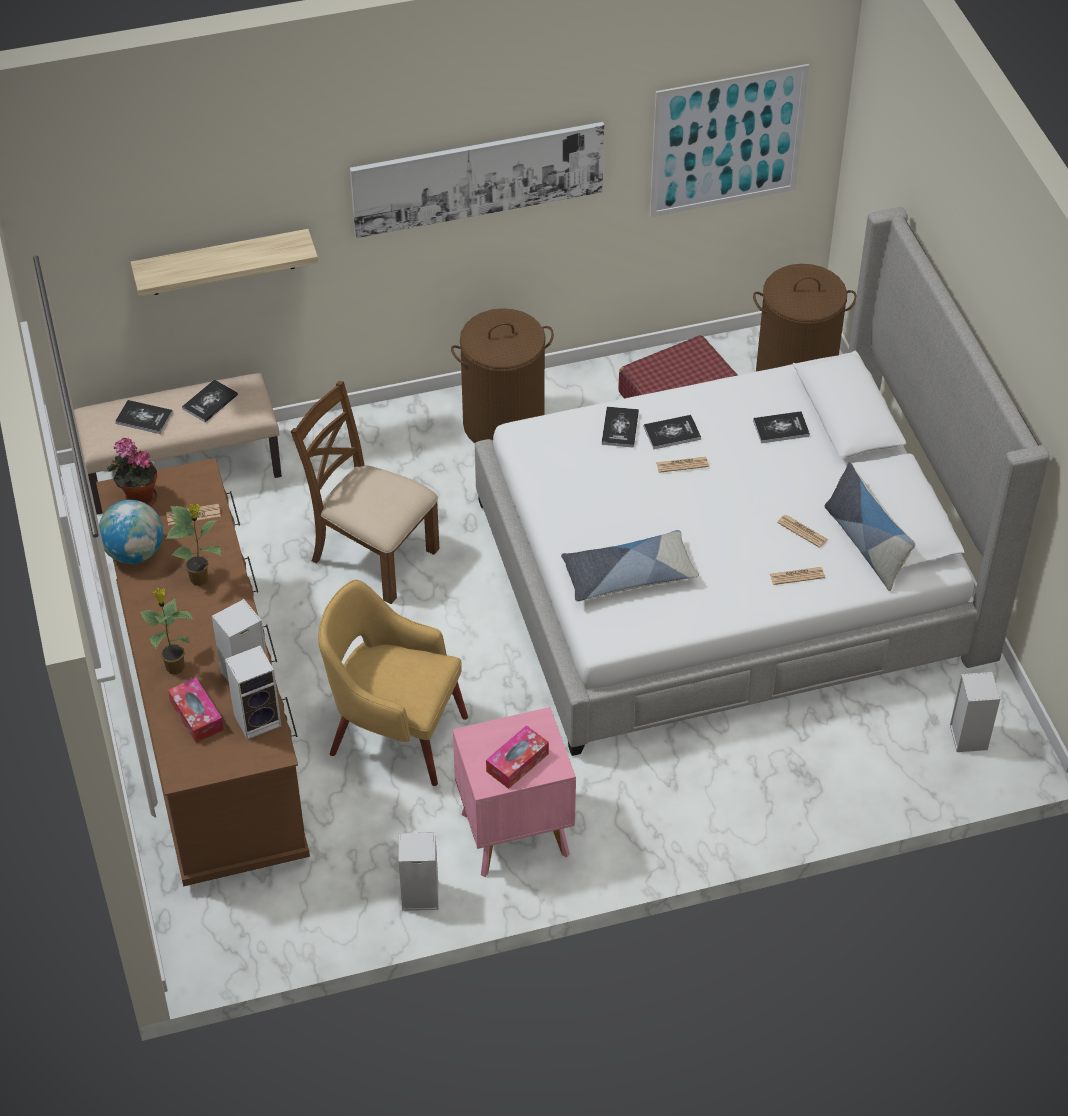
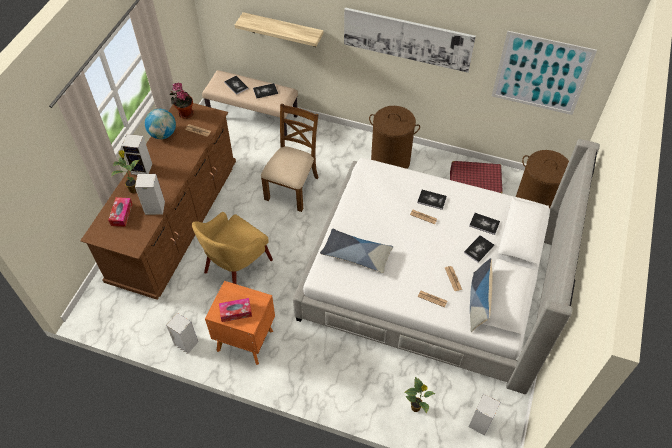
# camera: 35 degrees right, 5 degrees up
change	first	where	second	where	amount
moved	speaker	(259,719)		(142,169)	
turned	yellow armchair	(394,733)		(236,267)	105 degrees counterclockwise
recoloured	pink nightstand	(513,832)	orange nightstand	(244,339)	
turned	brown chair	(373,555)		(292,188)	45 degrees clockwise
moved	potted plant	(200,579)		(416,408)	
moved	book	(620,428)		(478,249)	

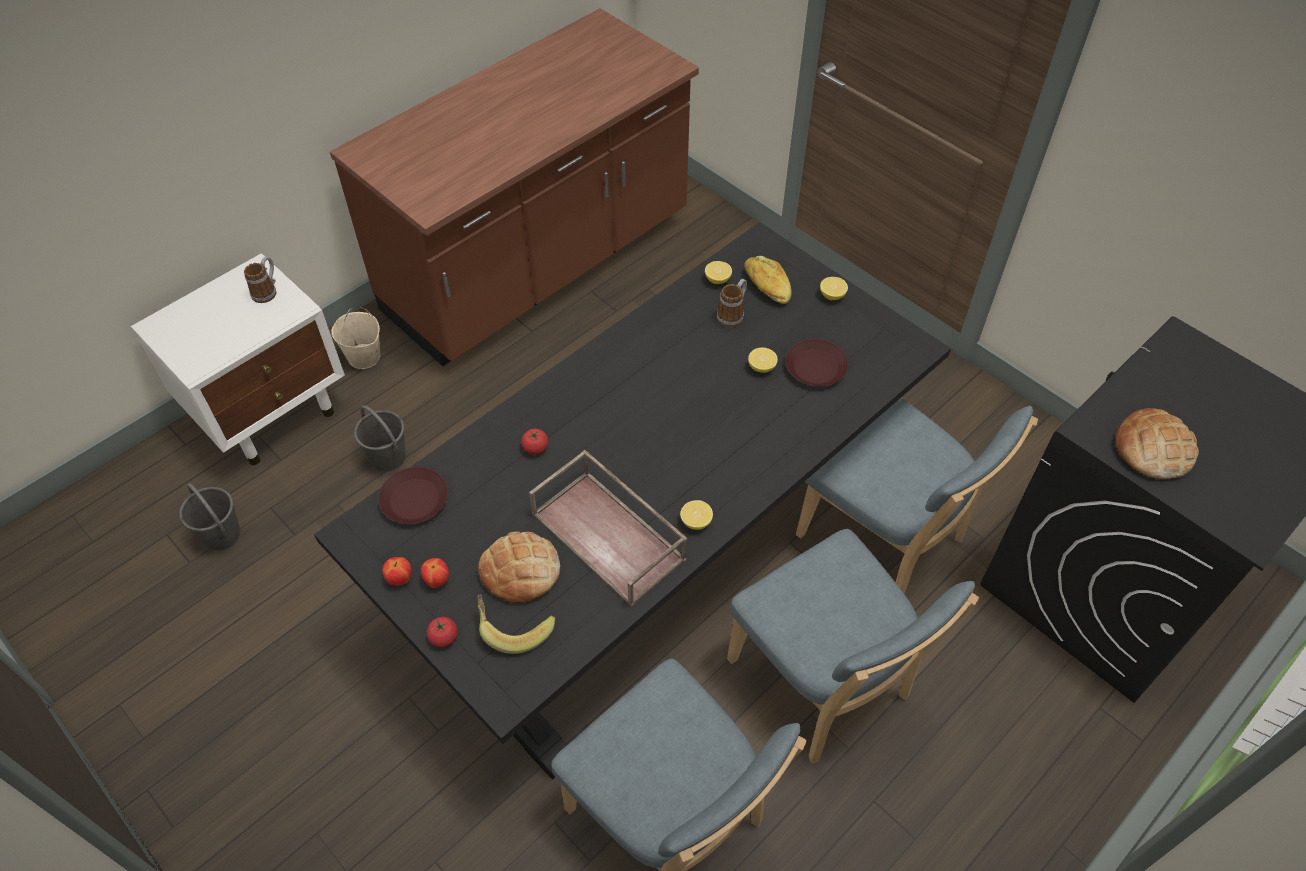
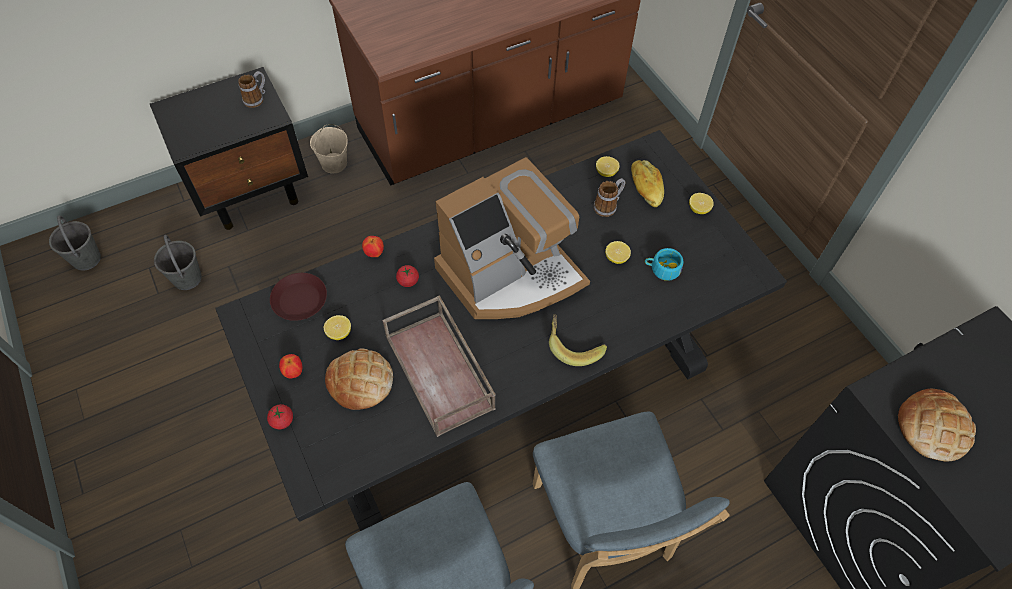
# camera: 15 degrees right, 5 degrees up
change	first	where	second	where	amount
moved	grey bucket	(388,457)		(86,258)	
recoloured	white nightstand	(272,412)	black nightstand	(253,191)	
moved	lemon	(696,522)		(339,333)	
moved	apple	(400,579)		(374,253)	
added			coffee machine	(510,275)	
moved	banana	(514,627)		(573,346)	
replaced	brown plate	(815,367)	turquoise cup	(661,269)	
removed	blue chair	(886,542)			

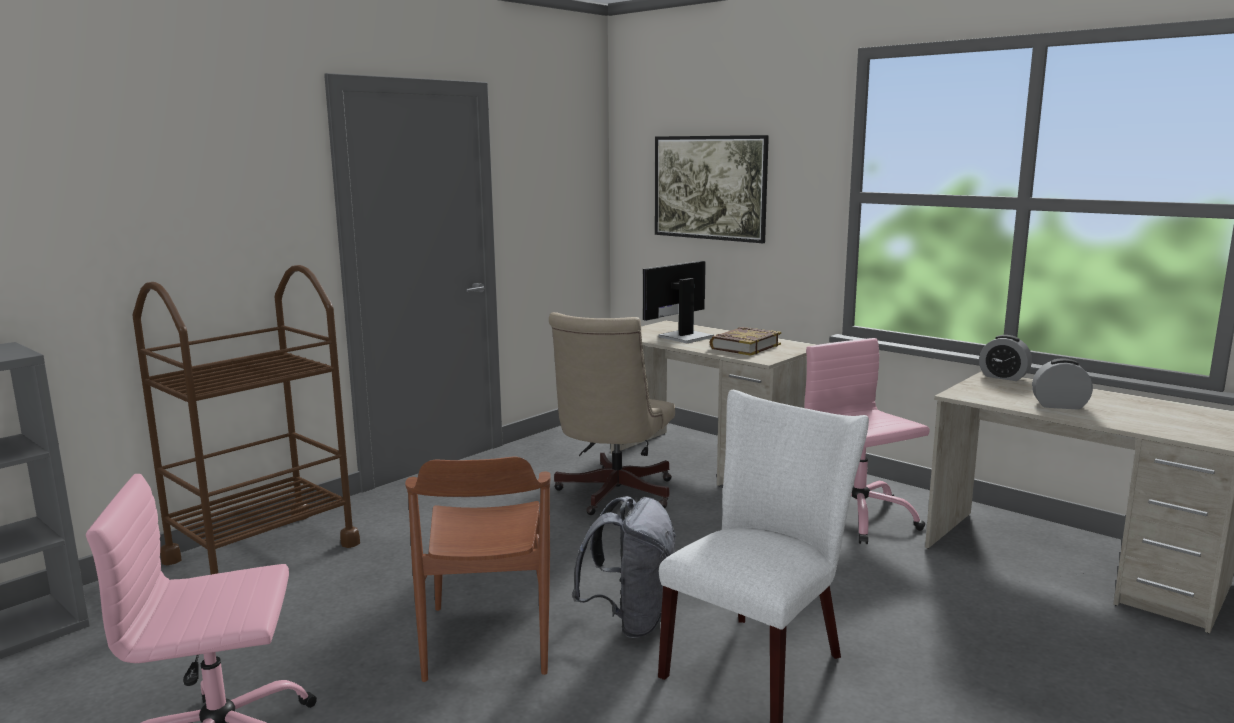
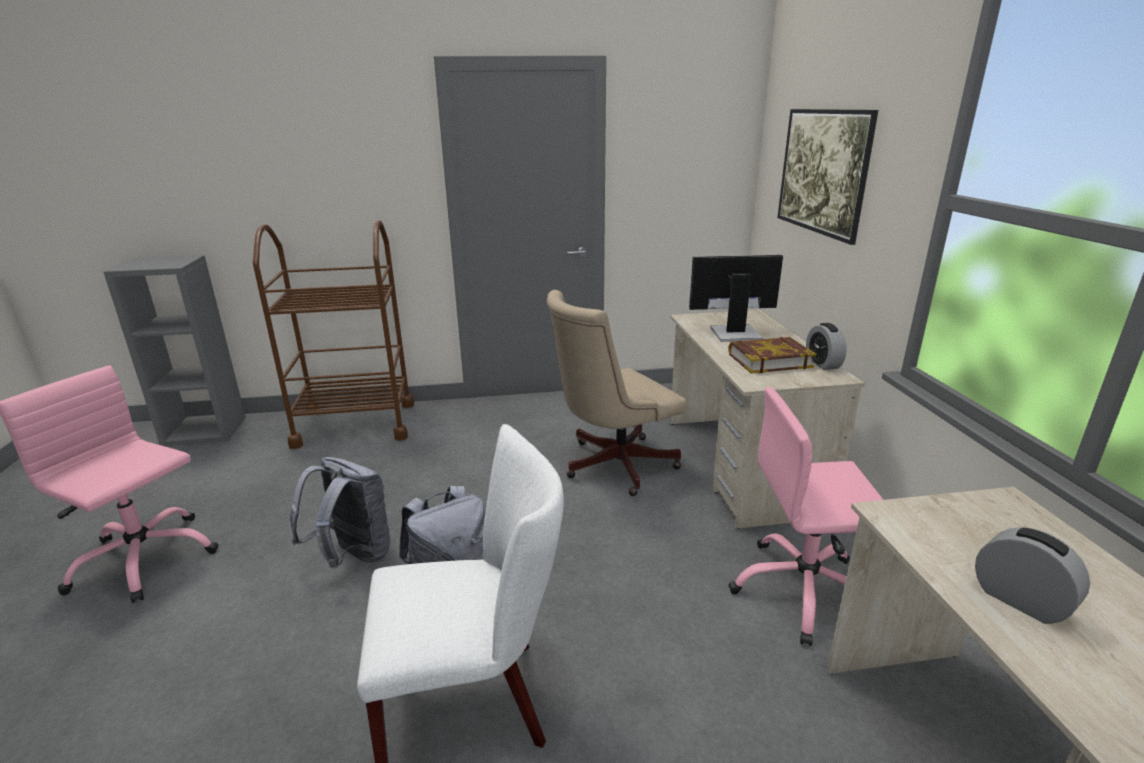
# camera: 40 degrees right, 10 degrees up
change	first	where	second	where	amount
replaced	brown chair	(488,639)	grey backpack	(353,556)	
turned	pink office chair	(857,517)		(803,590)	105 degrees counterclockwise
moved	alarm clock	(1003,377)		(822,364)	

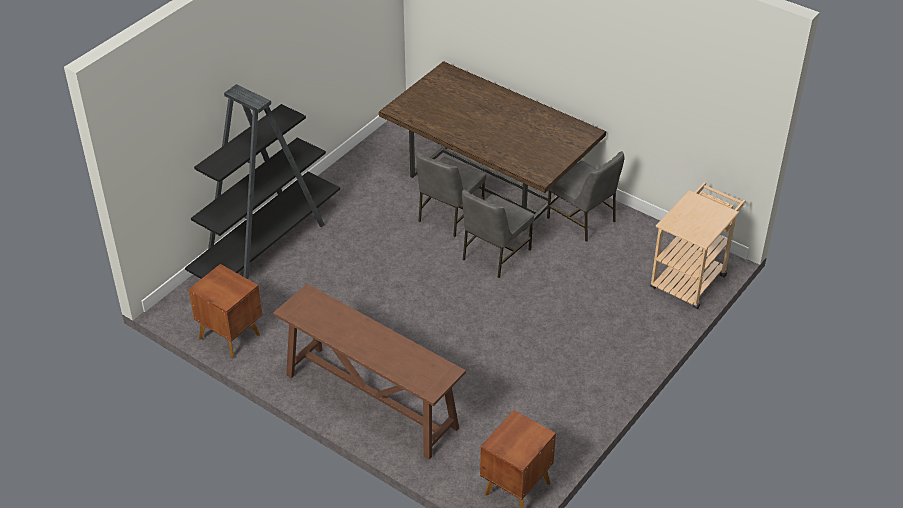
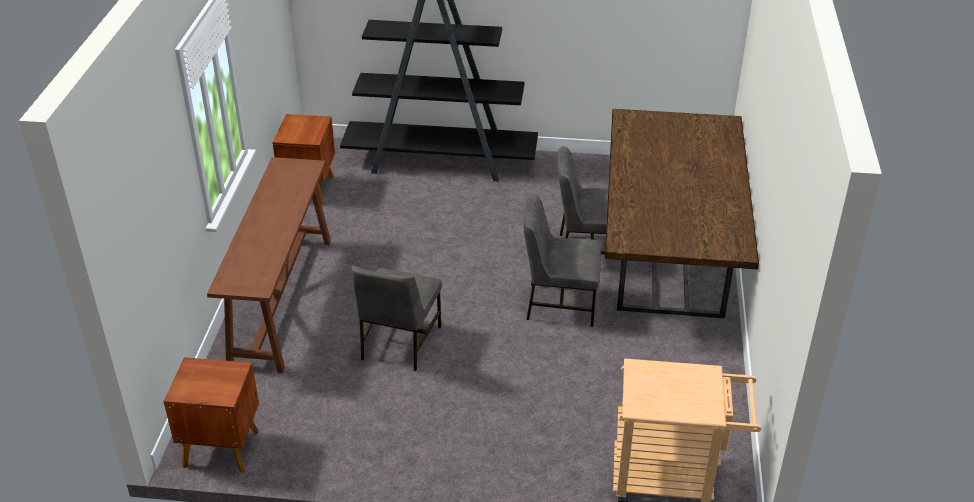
# camera: 60 degrees right, 5 degrees down
change	first	where	second	where	amount
moved	grey chair	(582,219)		(399,343)	

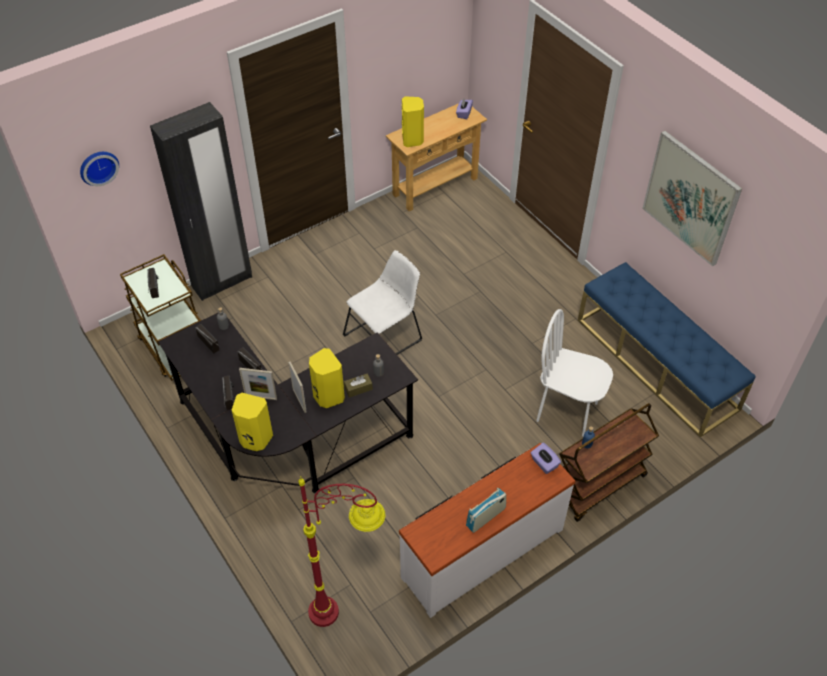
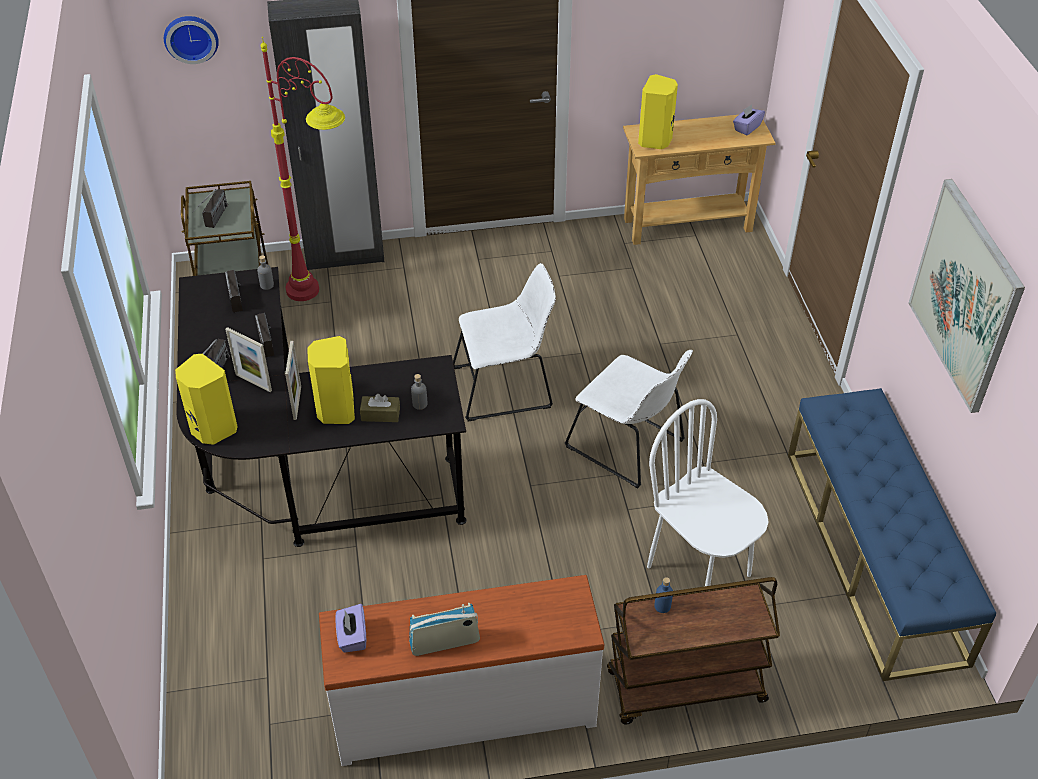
# camera: 25 degrees right, 5 degrees down
change	first	where	second	where	amount
moved	red floor lamp	(349,613)		(326,299)	
moved	purple tissue box	(544,463)		(352,637)	
added			white chair	(628,446)	

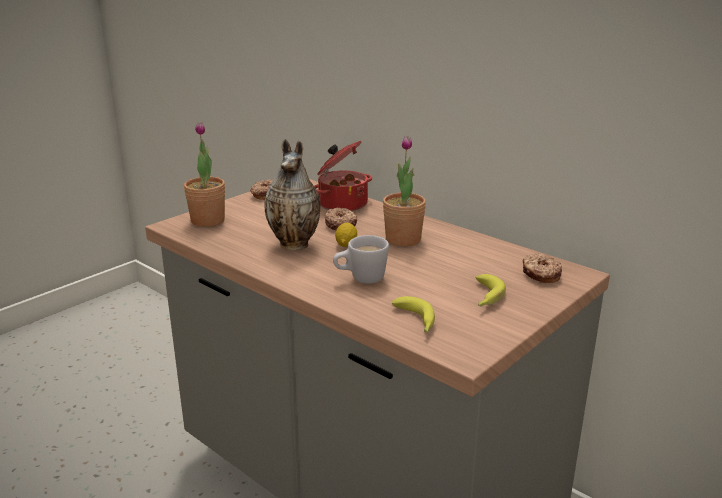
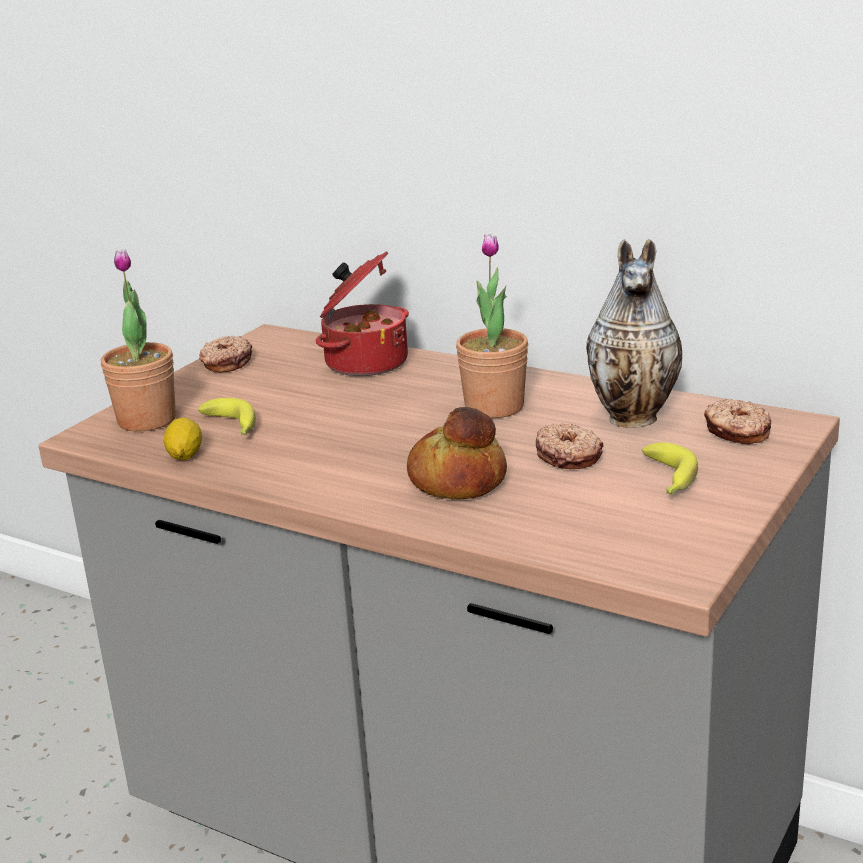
# camera: 10 degrees left, 0 degrees up
change	first	where	second	where	amount
moved	lemon	(346,244)		(185,455)	
moved	banana	(416,321)		(232,427)	
replaced	white mug	(360,279)	bread	(456,480)	
moved	donut	(341,224)		(569,456)	
moved	vase	(296,244)		(635,417)	

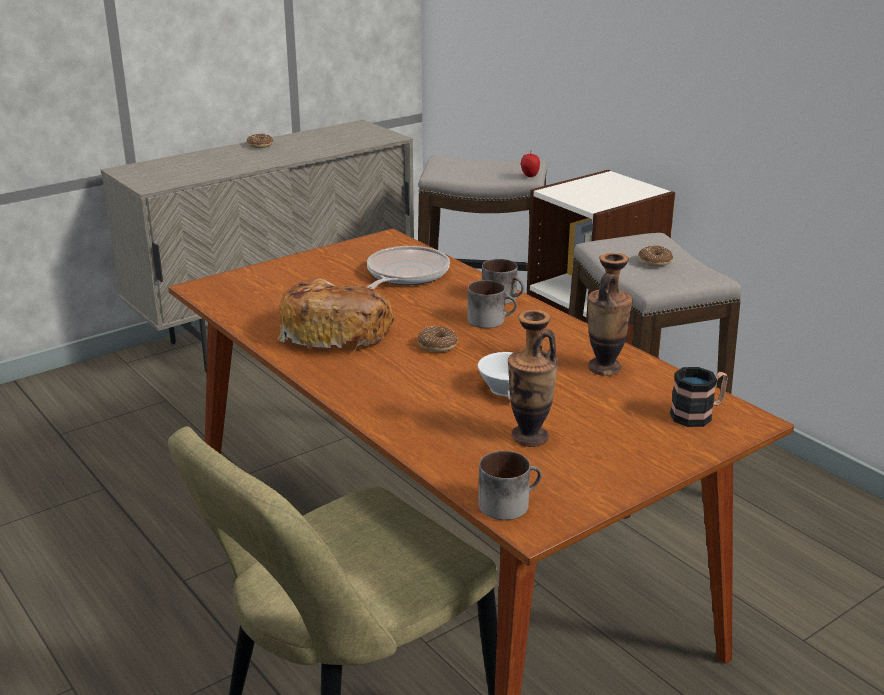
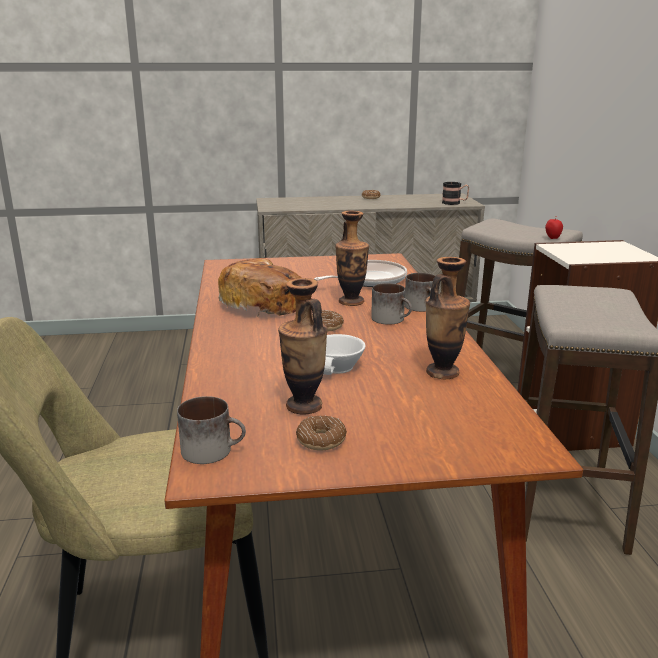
# camera: 30 degrees right, 5 degrees down
change	first	where	second	where	amount
moved	donut	(654,261)		(321,440)	
added			vase	(351,302)	
moved	mug	(698,414)		(455,203)	

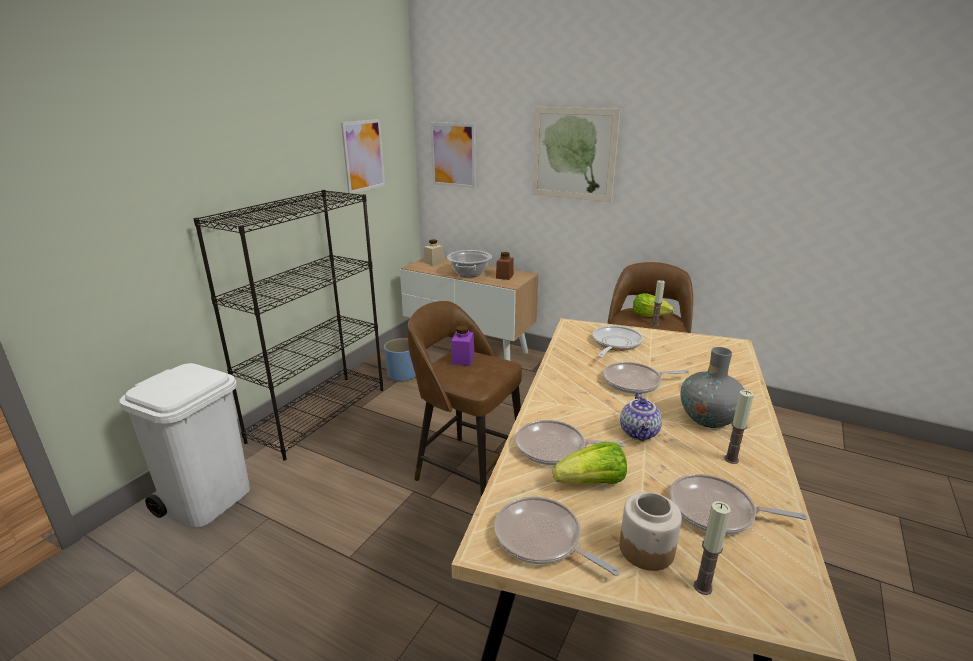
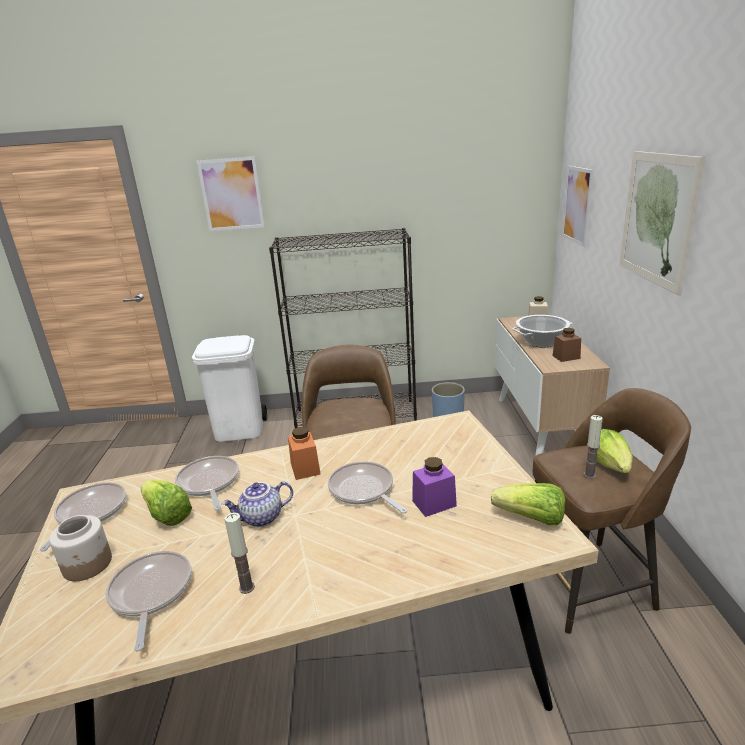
# camera: 60 degrees right, 0 degrees up
change	first	where	second	where	amount
moved	picture	(363,155)		(231,194)	
added			orange jar	(305,468)	
moved	purple jar	(462,359)		(434,503)	
added			lettuce	(531,518)	
removed	frying pan	(614,344)			
removed	grey vase	(708,418)			
removed	candle	(702,587)			

